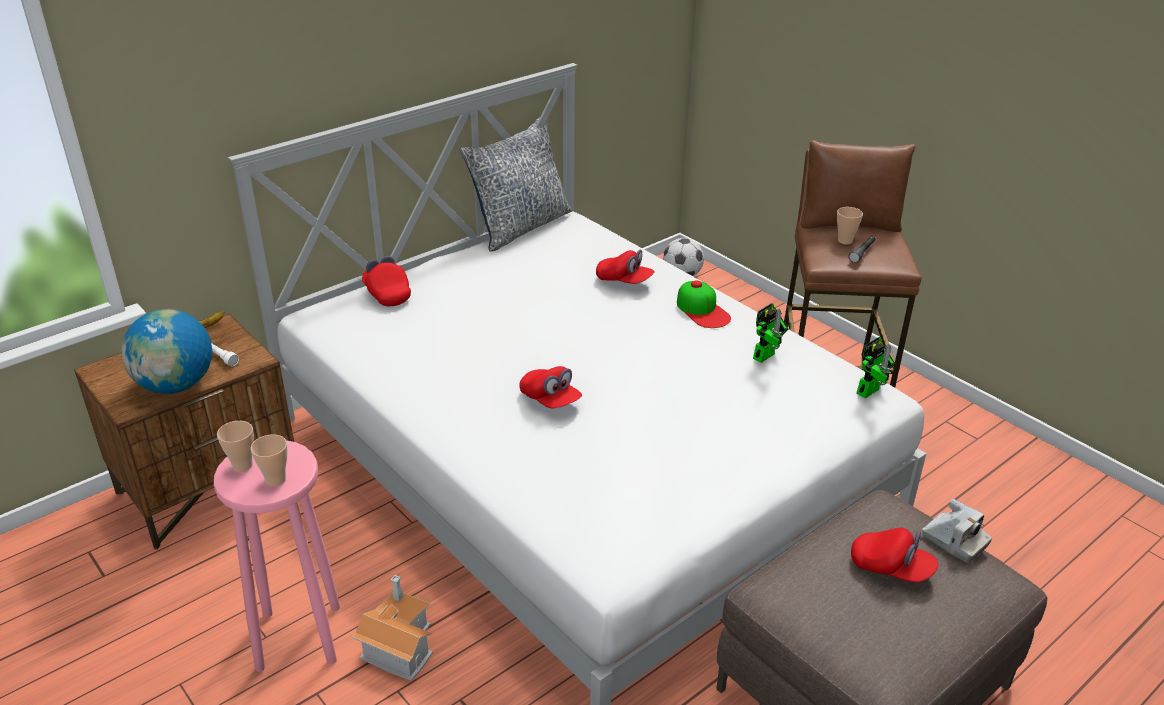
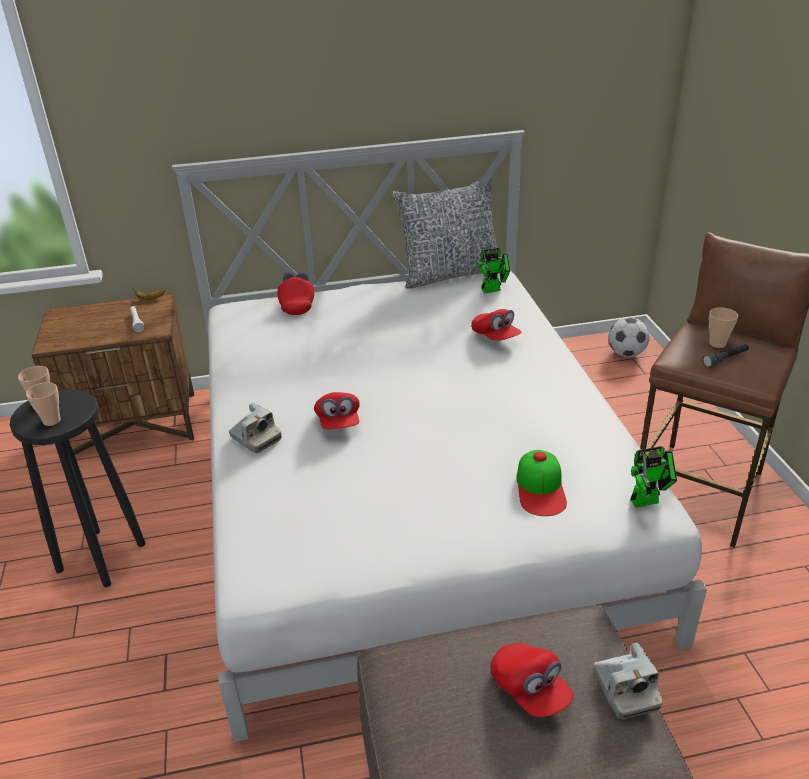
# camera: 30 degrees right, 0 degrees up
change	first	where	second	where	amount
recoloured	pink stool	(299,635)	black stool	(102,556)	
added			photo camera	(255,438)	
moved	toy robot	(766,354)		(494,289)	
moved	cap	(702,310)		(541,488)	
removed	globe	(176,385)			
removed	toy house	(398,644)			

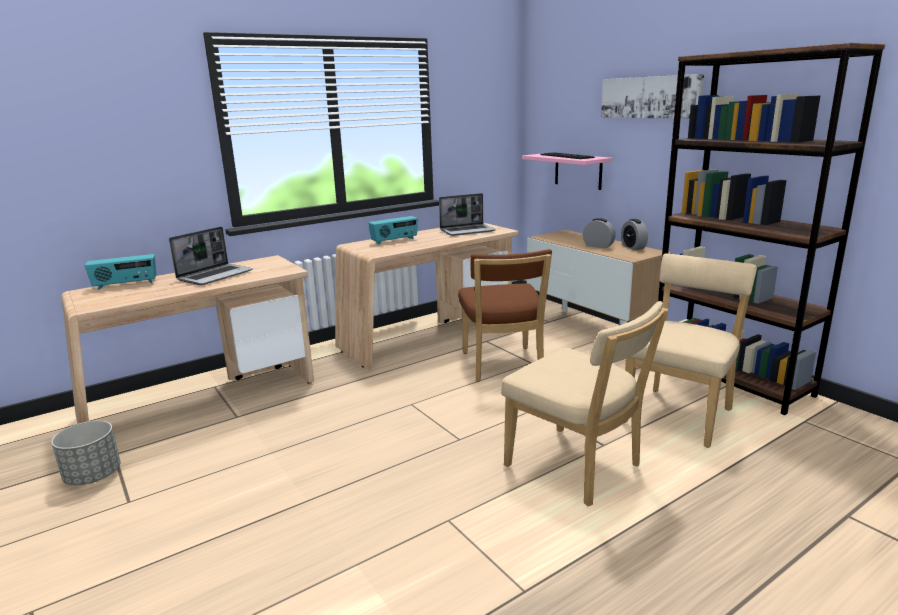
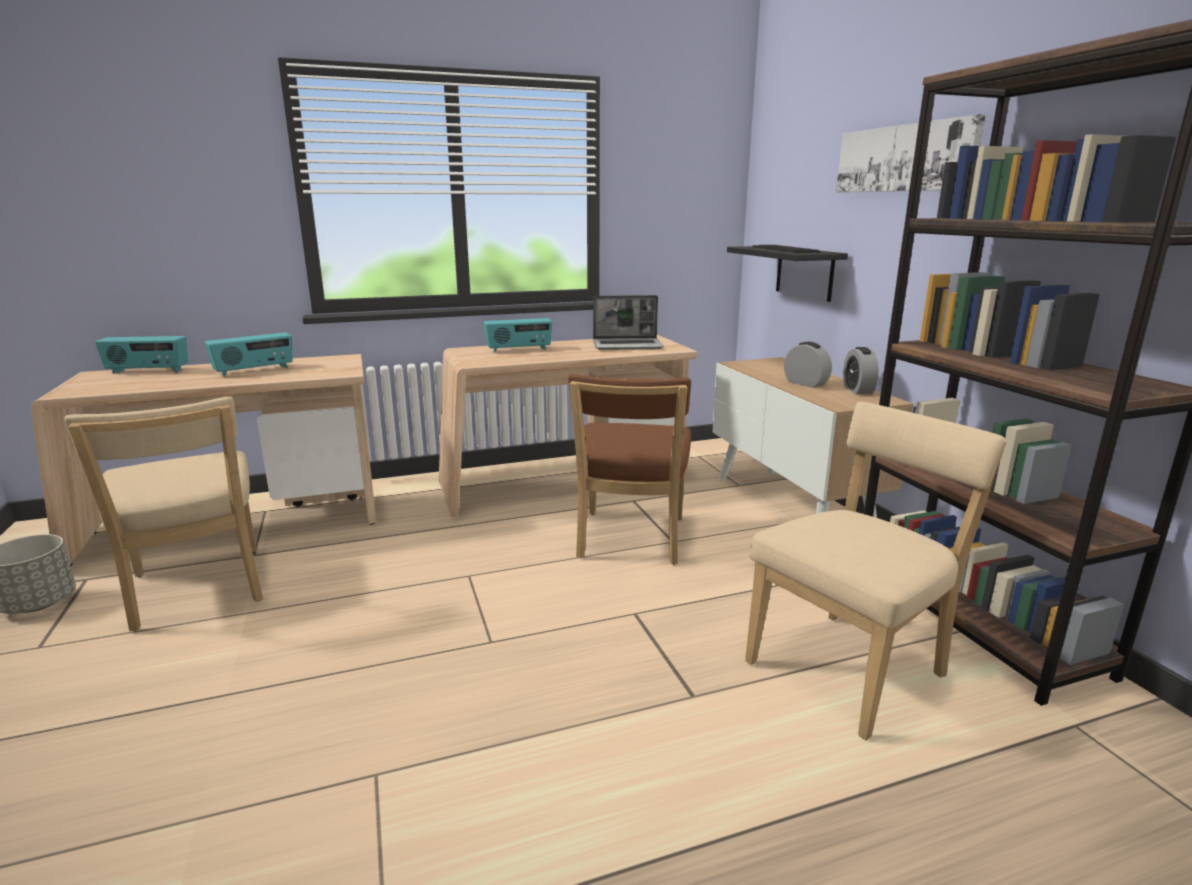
# camera: 15 degrees right, 0 degrees up
change	first	where	second	where	amount
moved	beige chair	(577,468)		(198,592)	
replaced	laptop	(215,275)	radio	(254,371)	
recoloured	pink shelf	(578,171)	black shelf	(804,272)	

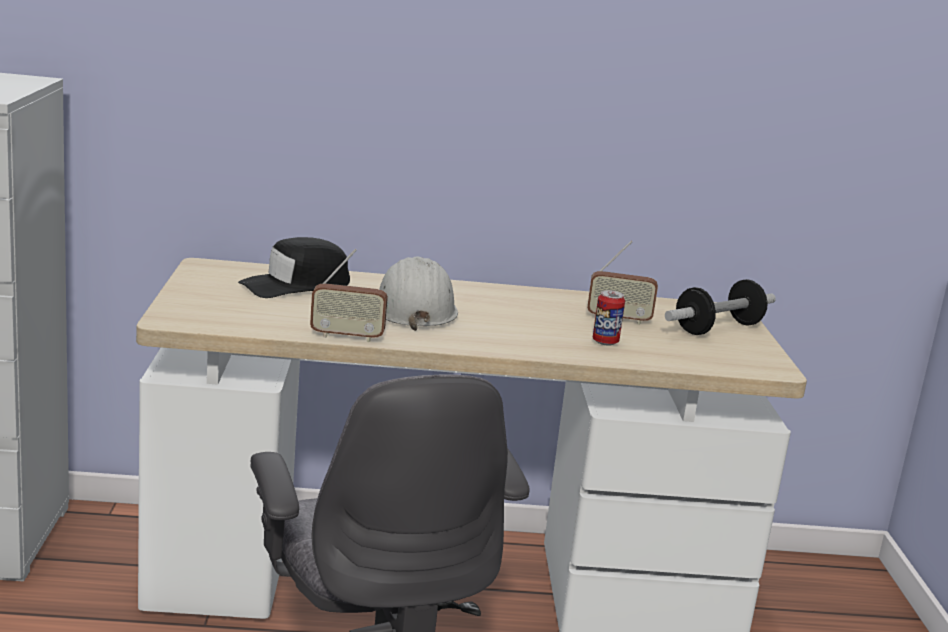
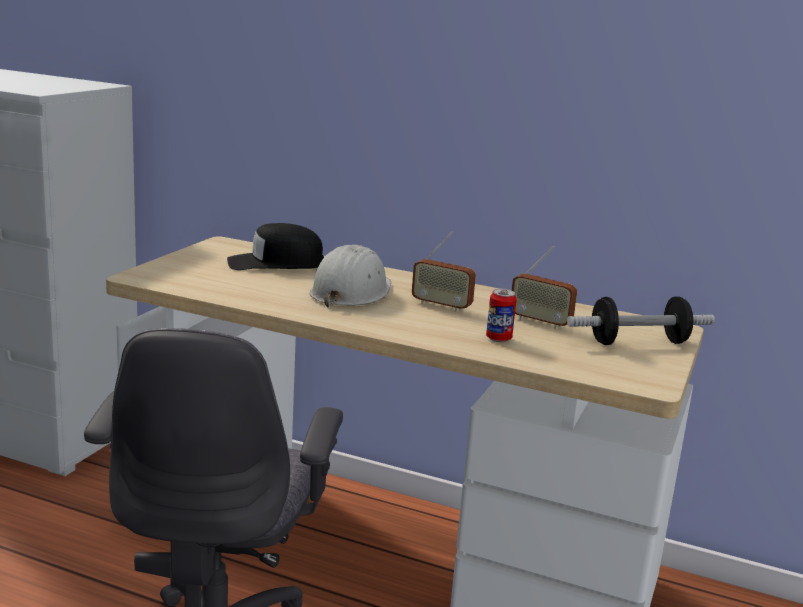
# camera: 25 degrees right, 0 degrees up
change	first	where	second	where	amount
moved	radio	(347,336)		(441,306)	

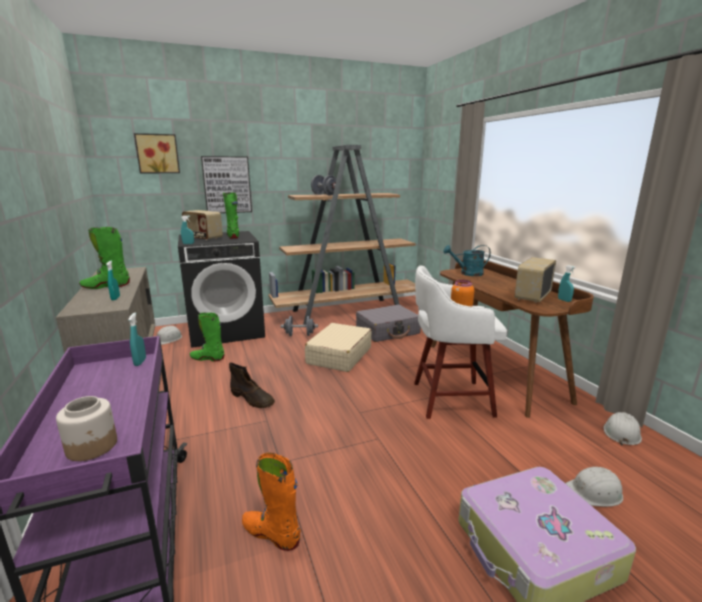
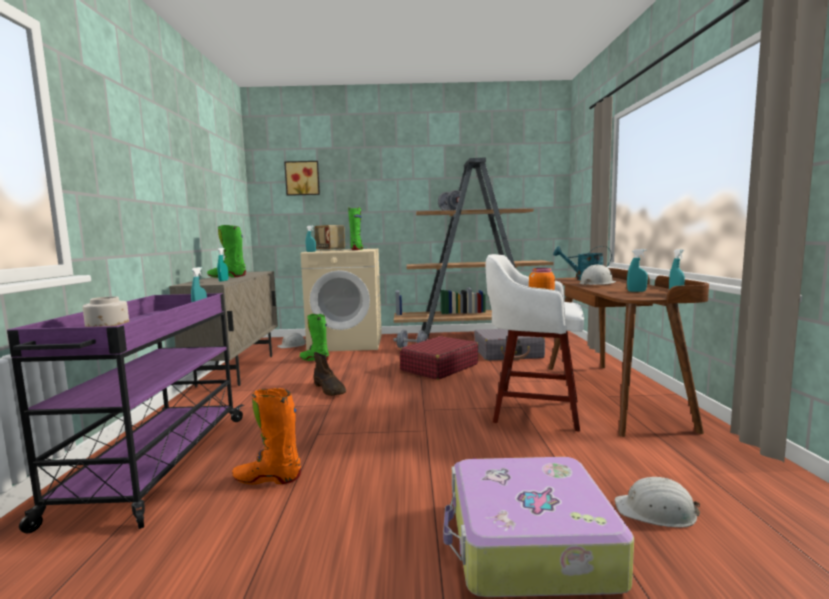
# camera: 20 degrees right, 10 degrees down
change	first	where	second	where	amount
turned	orange boot	(271,534)		(267,479)	45 degrees counterclockwise
recoloured	black washing machine	(227,330)	beige washing machine	(347,343)	
recoloured	beige suitcase	(339,355)	red suitcase	(439,367)	
moved	white hard hat	(621,432)		(597,284)	
replaced	radio	(532,296)	turquoise spray bottle	(636,291)	
removed	picture	(227,185)			

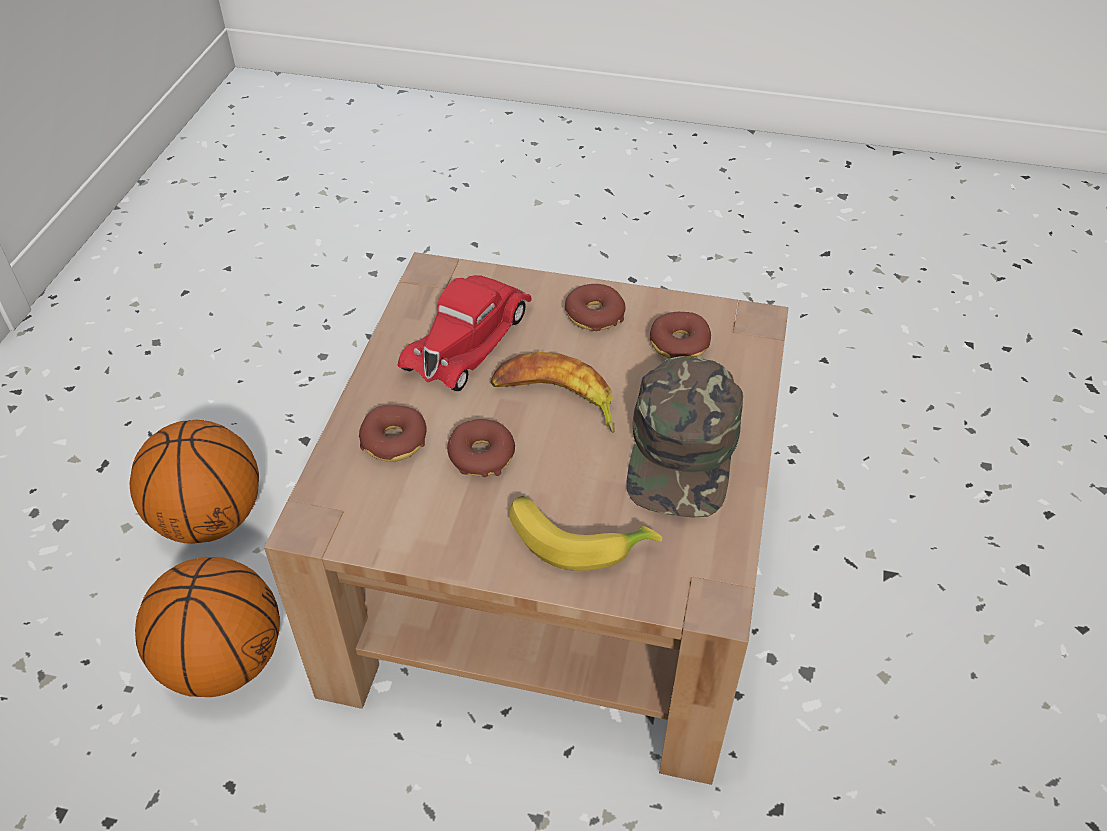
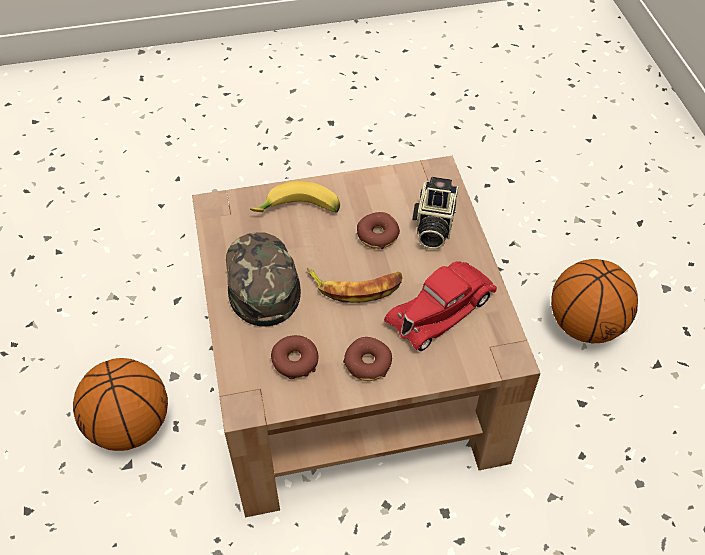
# camera: 155 degrees right, 5 degrees up
change	first	where	second	where	amount
moved	basketball	(224,662)		(130,426)	
turned	red toy car	(468,339)		(441,309)	135 degrees counterclockwise
replaced	donut	(394,440)	photo camera	(433,226)	

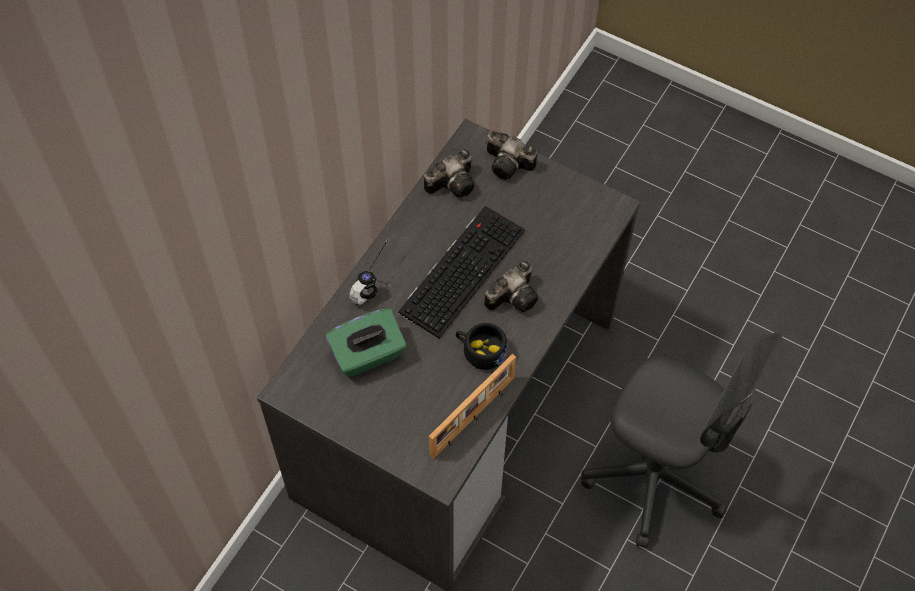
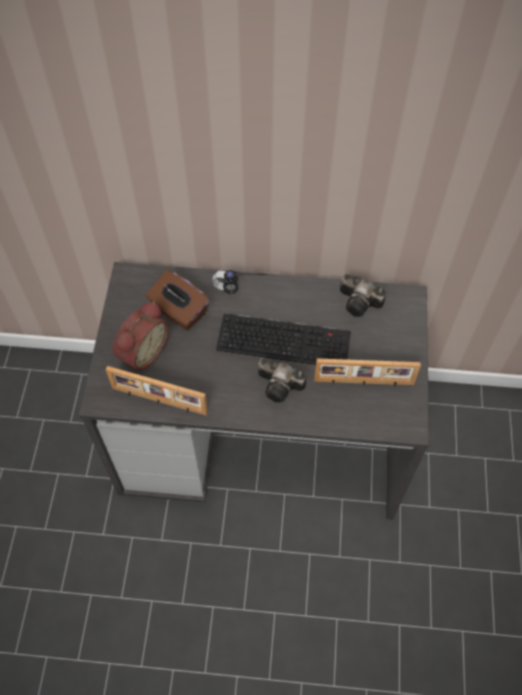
# camera: 65 degrees right, 0 degrees up
change	first	where	second	where	amount
added			alarm clock	(142,351)	
recoloured	green tissue box	(368,355)	brown tissue box	(179,311)	
added			picture frame	(364,383)	
removed	black cup	(480,350)			
removed	photo camera	(510,164)			
removed	grey office chair	(654,478)			

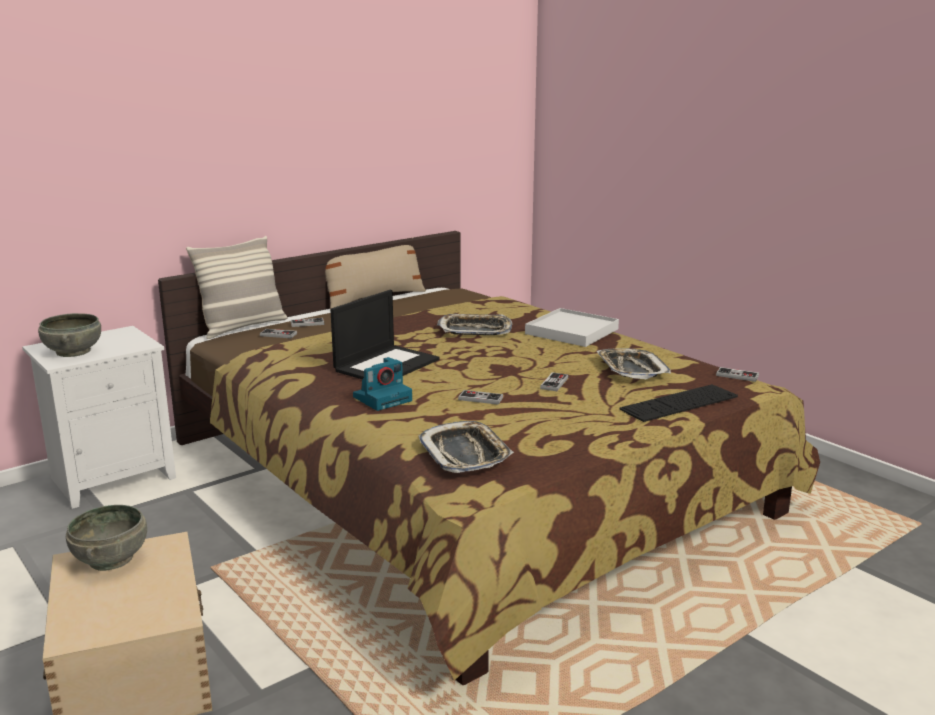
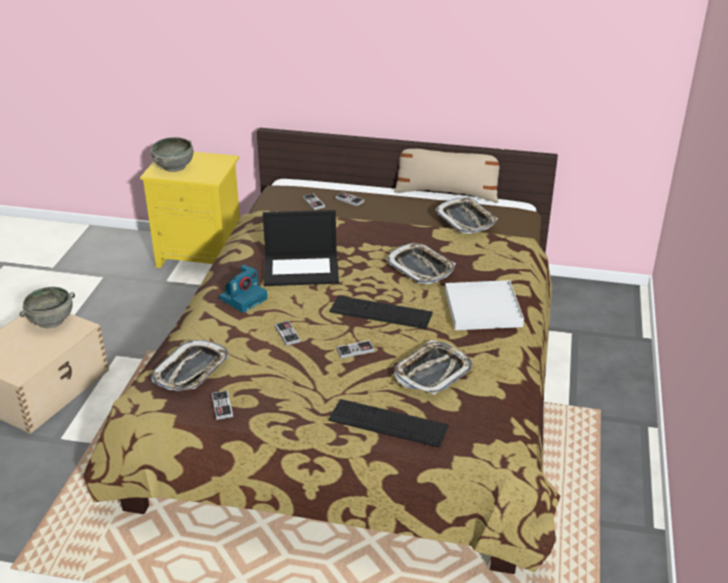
# camera: 50 degrees right, 15 degrees up
change	first	where	second	where	amount
recoloured	white nightstand	(113,477)	yellow nightstand	(202,255)	
moved	game controller	(737,376)		(222,406)	
turned	photo camera	(383,398)		(243,298)	60 degrees counterclockwise
added			keyboard	(381,312)	
added			tray	(466,220)	
removed	pillow	(242,327)			

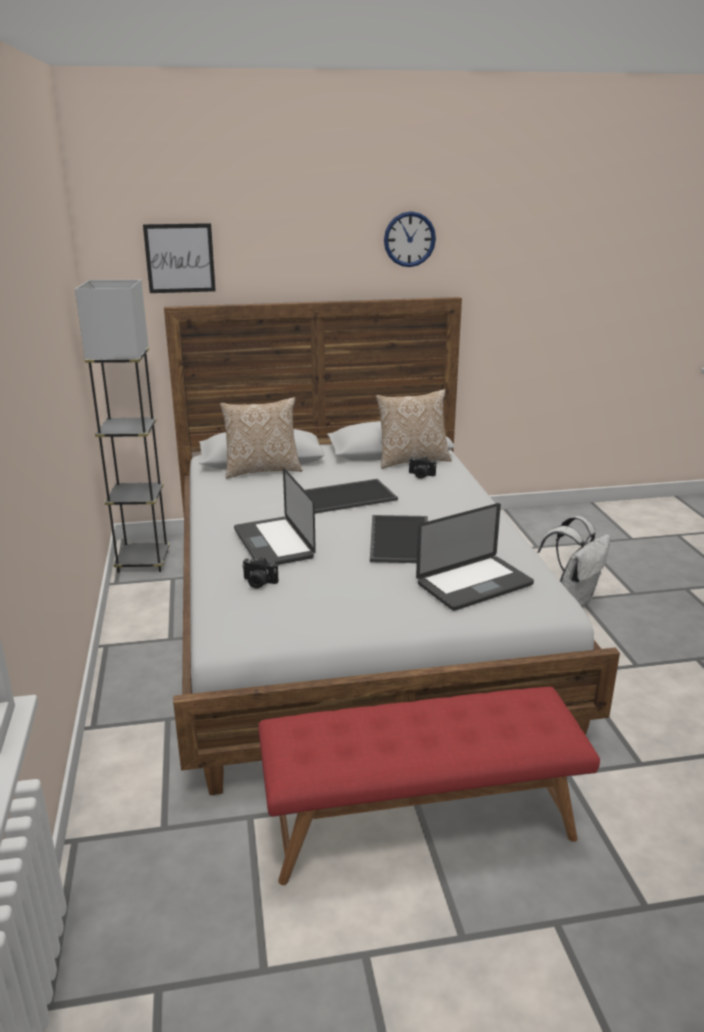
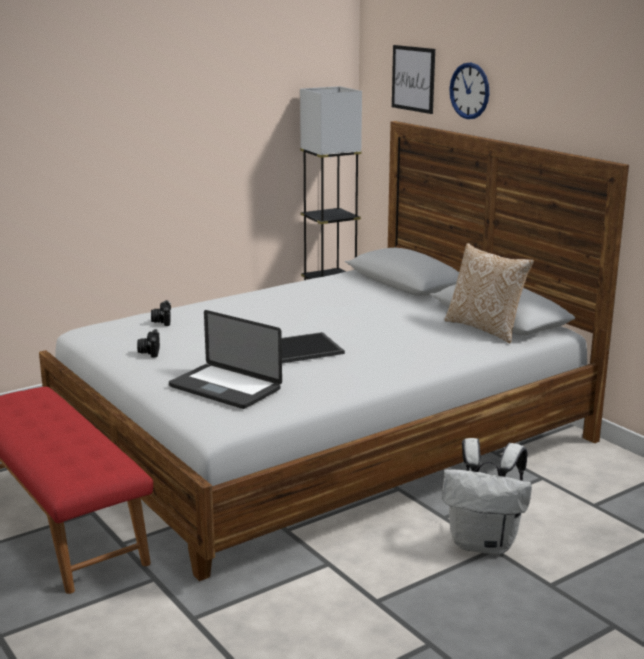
# camera: 65 degrees right, 5 degrees down
change	first	where	second	where	amount
moved	photo camera	(420,475)		(149,352)	
moved	wall clock	(409,239)		(469,91)	
removed	pillow	(262,470)			
removed	laptop	(273,543)			
removed	tray	(347,496)			

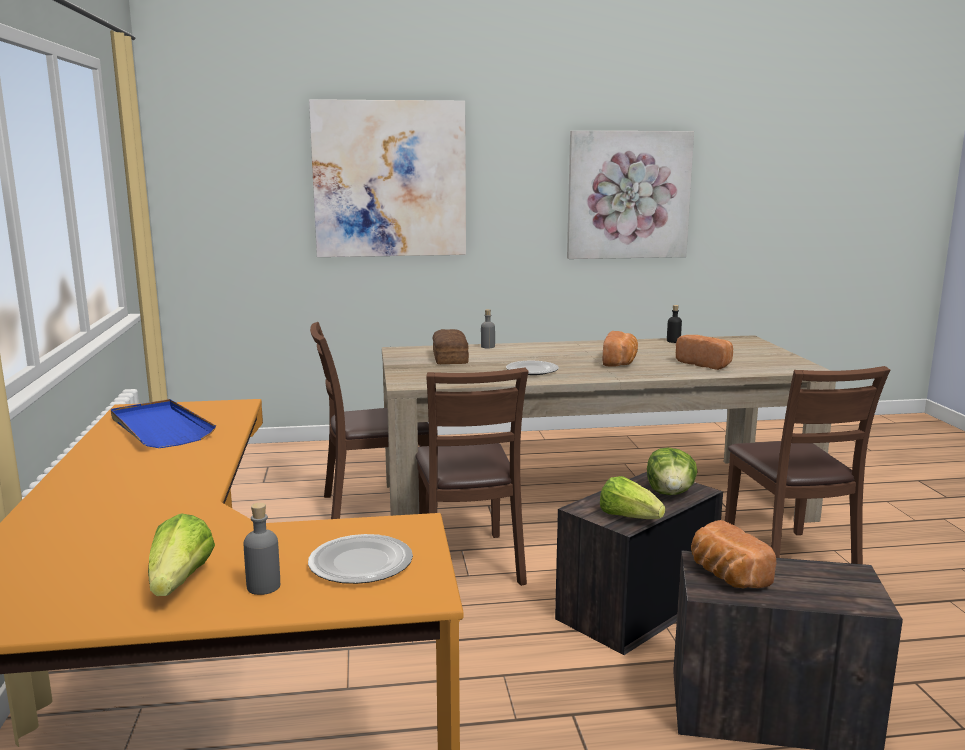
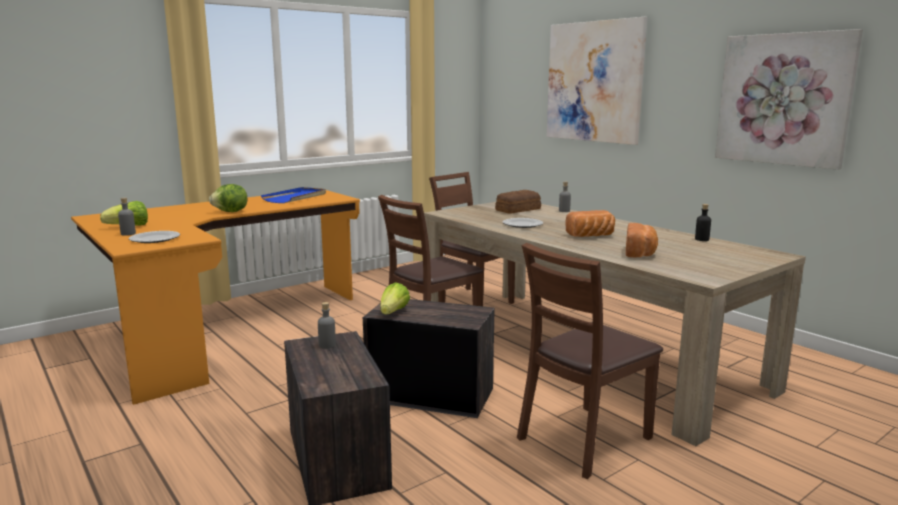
# camera: 60 degrees right, 0 degrees up
change	first	where	second	where	amount
moved	lettuce	(670,493)		(231,212)	
replaced	bread	(726,575)	grey bottle	(327,345)	

